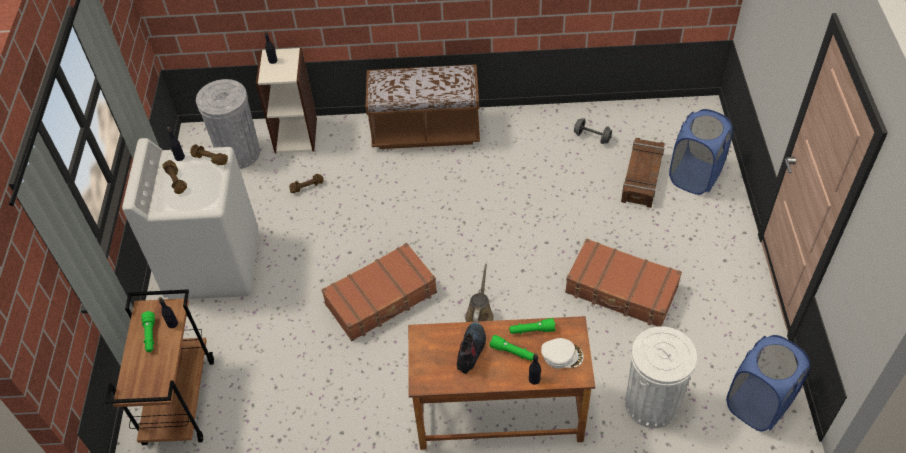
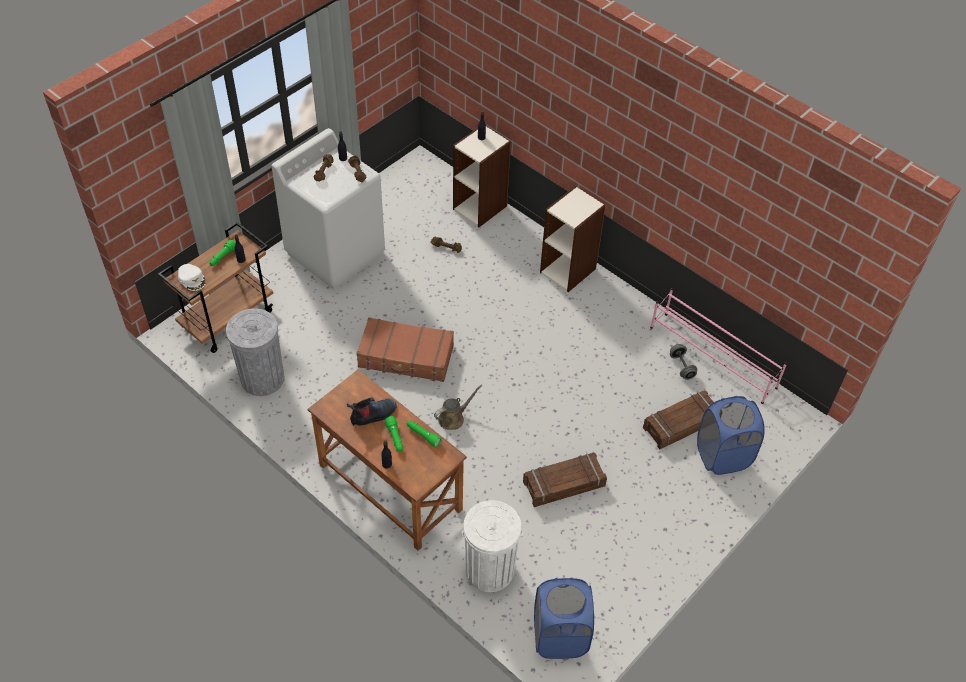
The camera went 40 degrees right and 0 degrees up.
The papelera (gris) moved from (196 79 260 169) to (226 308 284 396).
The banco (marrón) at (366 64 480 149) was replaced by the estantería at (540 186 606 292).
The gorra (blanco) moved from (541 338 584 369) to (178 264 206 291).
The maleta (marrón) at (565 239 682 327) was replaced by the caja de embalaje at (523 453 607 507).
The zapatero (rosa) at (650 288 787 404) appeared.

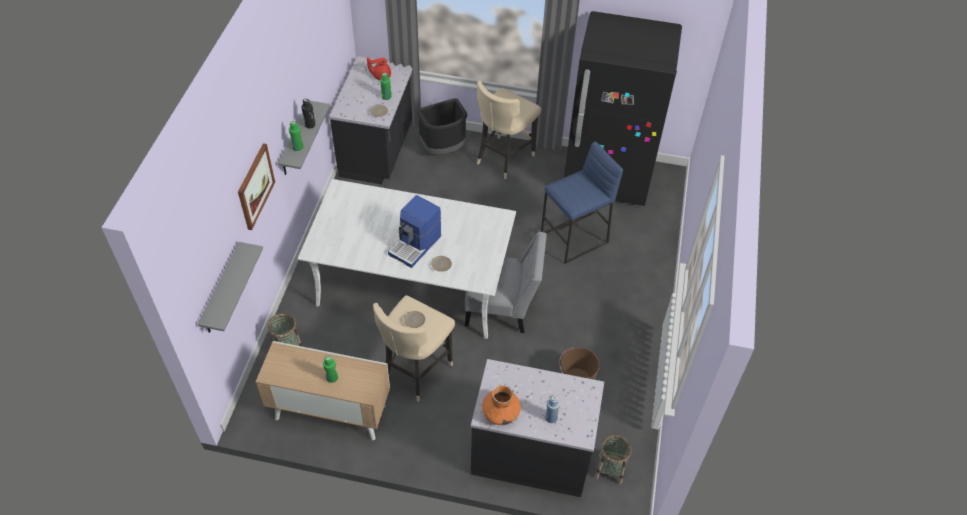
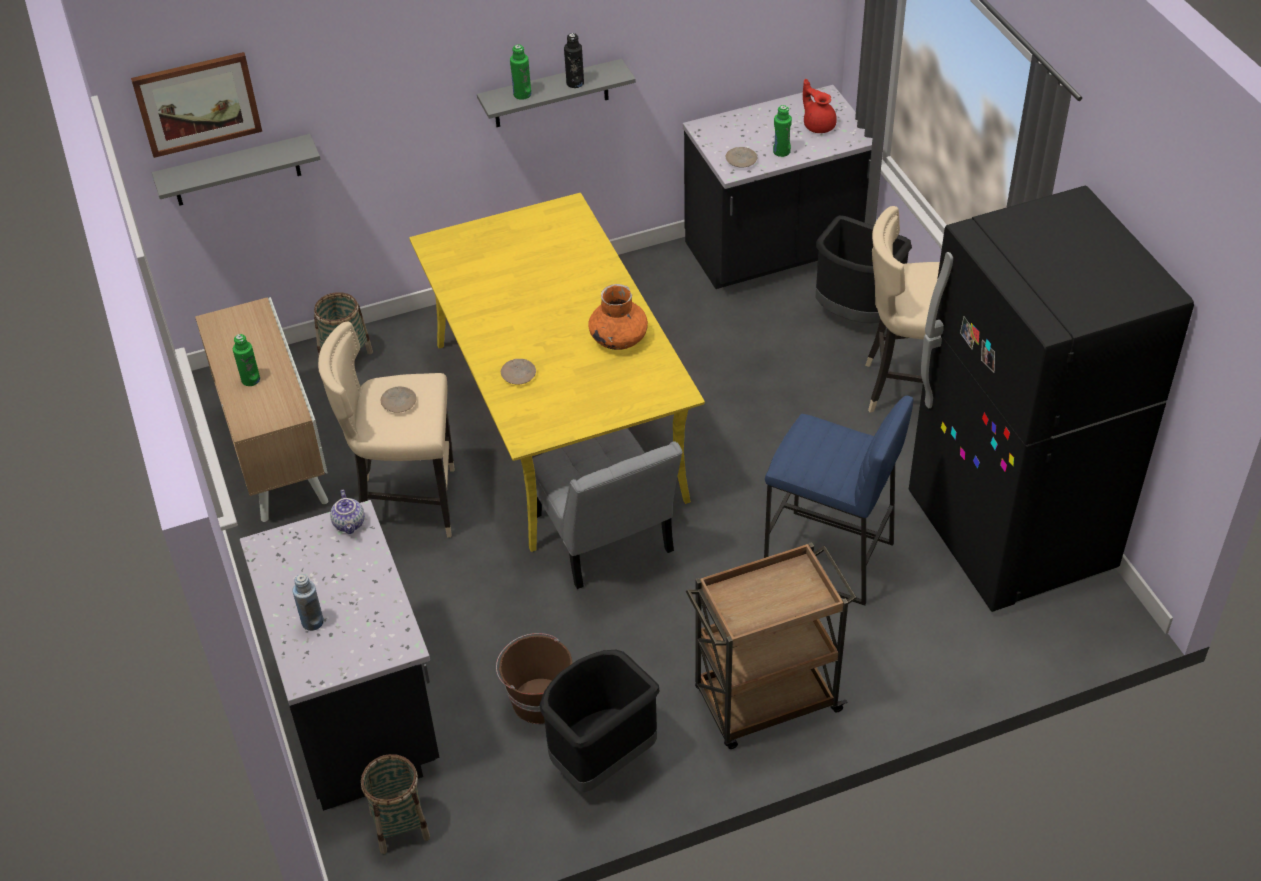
The camera went 60 degrees right and 5 degrees down.
The cuadro moved from (238 143 275 230) to (131 52 262 158).
The mesa de comedor (blanco) at (298 179 516 339) became the mesa de comedor (amarillo) at (409 193 705 552).
The cafetera at (388 195 441 268) disappeared.
The florero (naranja) moved from (482 385 521 425) to (588 284 648 350).
The tetera at (330 490 365 534) appeared.
The papelera (negro) at (539 650 660 792) appeared.
The carrito (marrón) at (686 542 857 749) appeared.

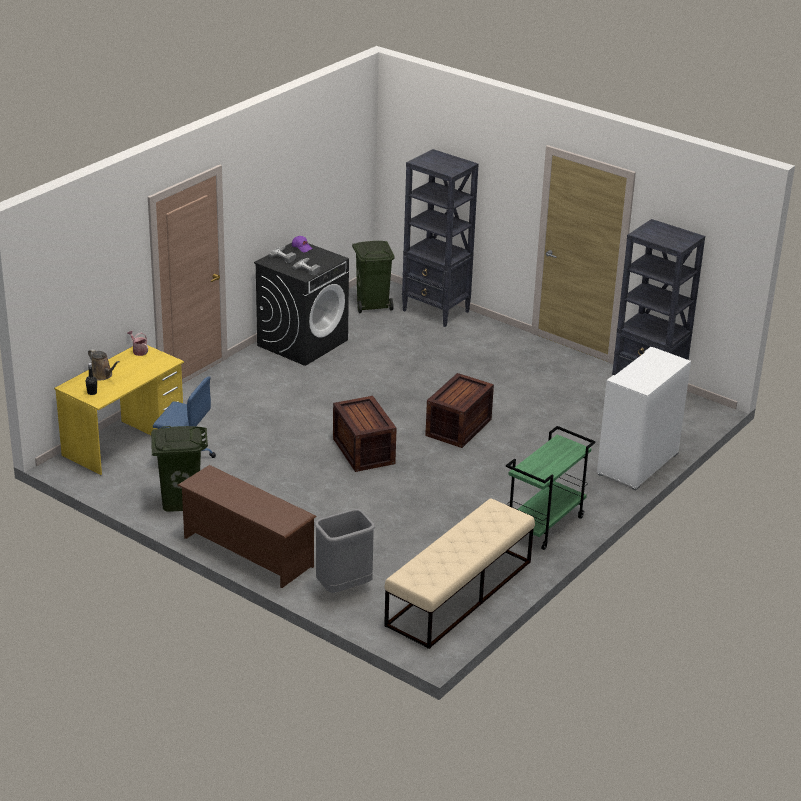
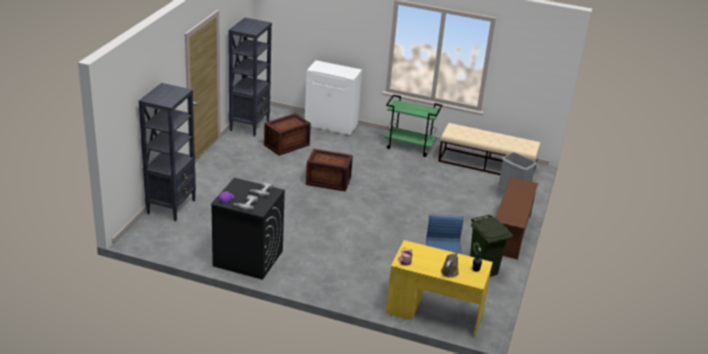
The camera went 110 degrees left and 0 degrees up.
The caja de embalaje moved from (333 396 397 472) to (264 113 311 156).
The papelera (verde) at (352 241 394 313) disappeared.

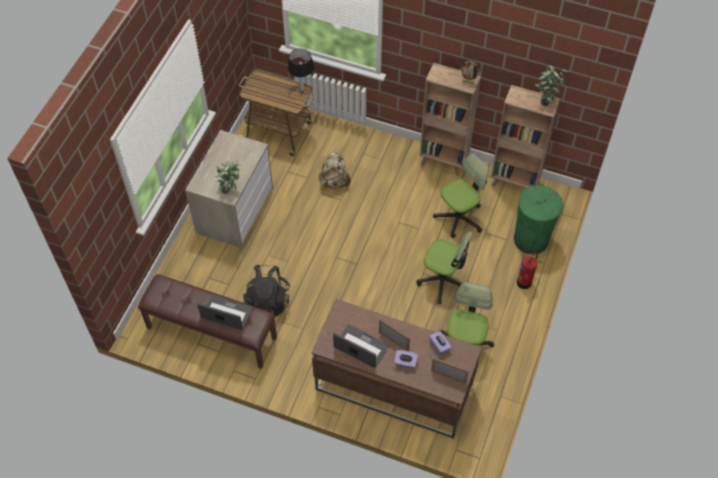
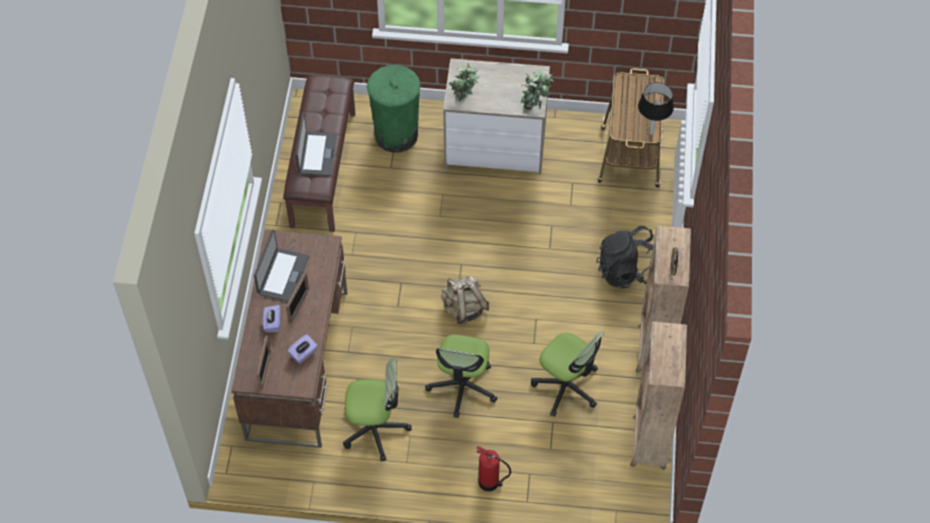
The camera went 75 degrees right and 0 degrees up.
The mochila (negro) moved from (243 264 290 316) to (596 226 655 289).
The mochila (beis) moved from (319 152 351 189) to (441 276 489 324).
The papelera (verde) moved from (514 185 563 254) to (367 65 421 153).
The planta en maceta moved from (535 65 568 106) to (520 71 554 109).

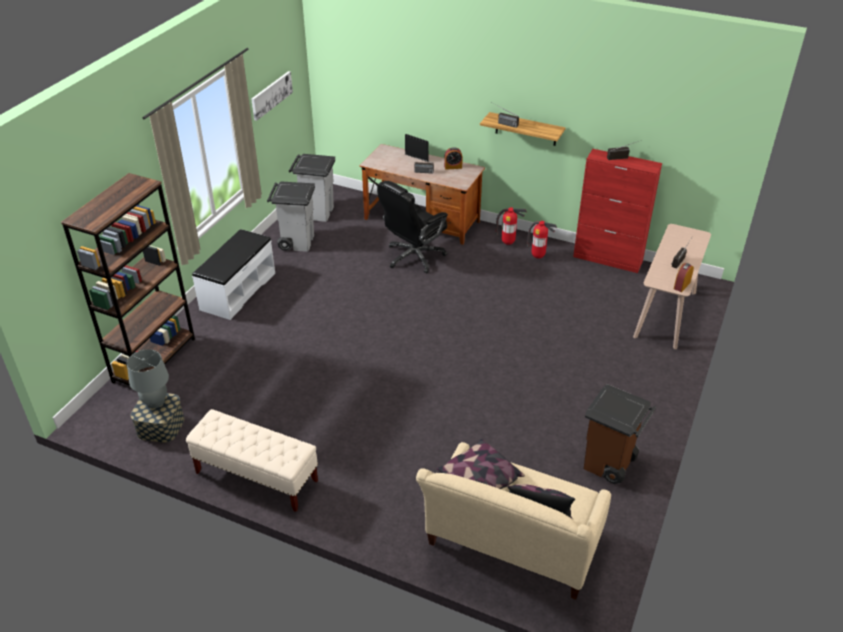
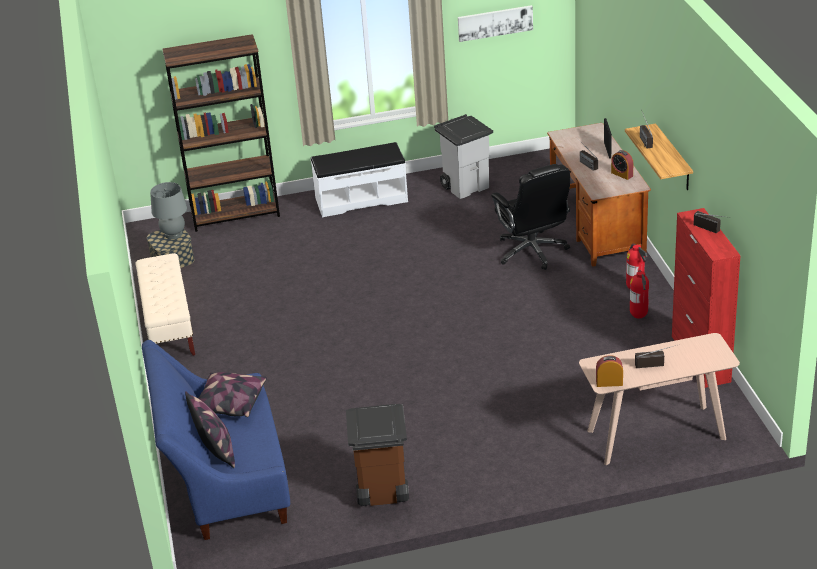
The camera went 55 degrees right and 5 degrees down.
The papelera (gris) at (289 154 335 222) disappeared.
The silla de oficina (negro) at (377 181 448 273) turned 120 degrees counterclockwise.
The sofá (beis) at (416 442 611 600) became the sofá (azul) at (142 340 290 540).

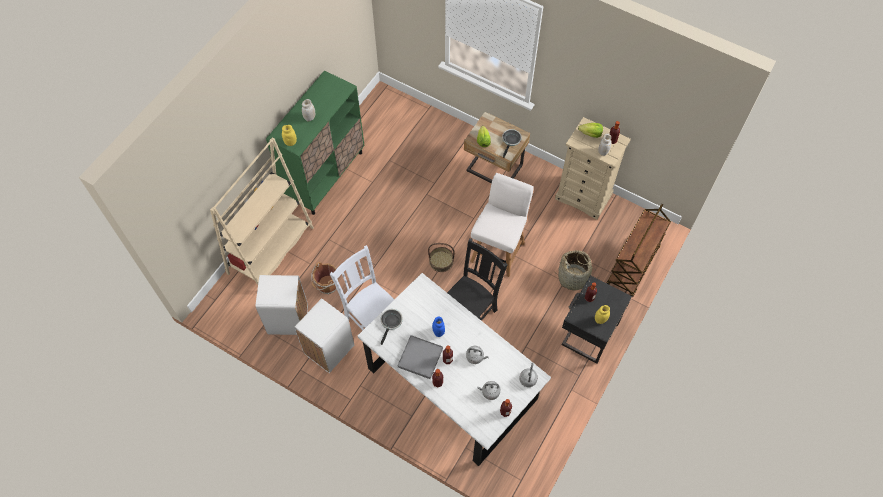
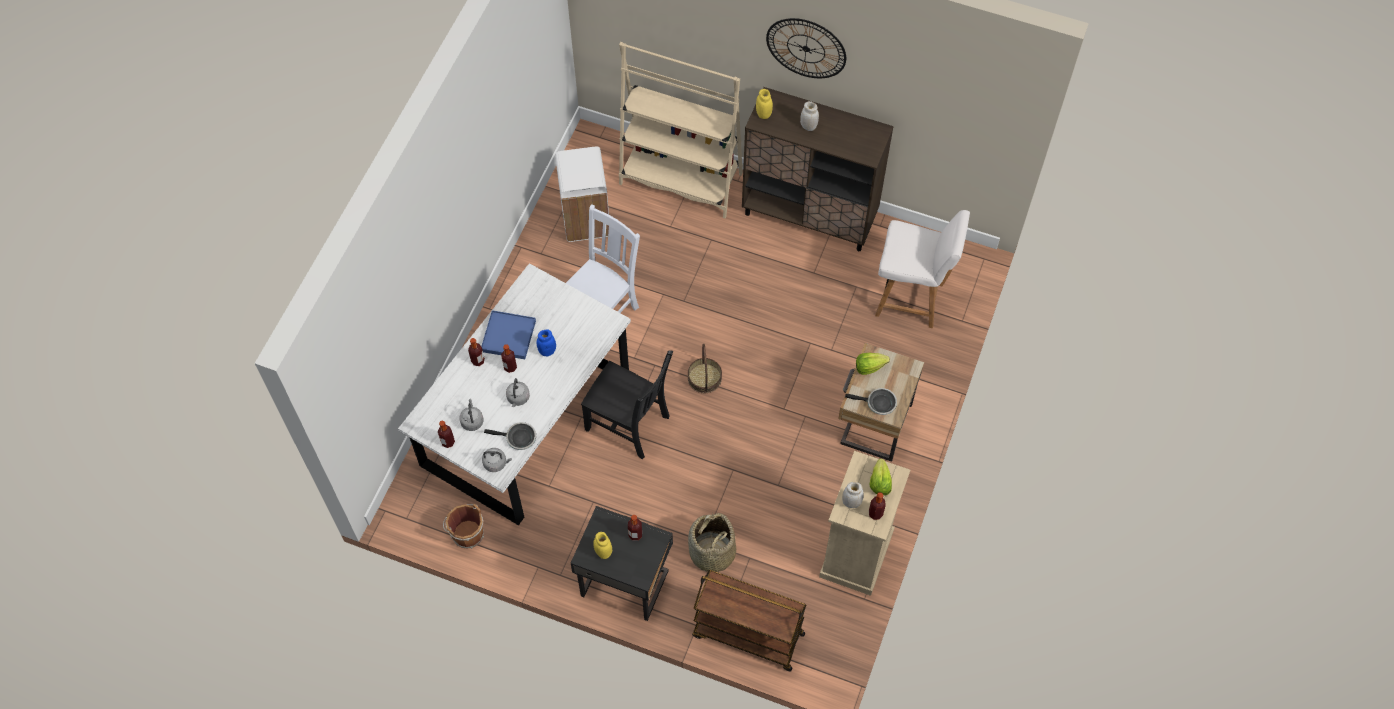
The camera went 80 degrees right and 0 degrees up.
The armario (verde) at (266 70 365 215) became the armario (marrón) at (742 87 894 251).
The papelera (blanco) at (294 298 354 373) disappeared.
The cubo (marrón) moved from (311 262 338 295) to (443 504 484 549).
The sartén moved from (381 309 403 345) to (484 422 536 450).
The bandeja (gris) at (397 335 443 379) became the bandeja (azul) at (481 310 536 359).
The silla (blanco) moved from (470 173 534 277) to (875 210 970 328).
The reloj de pared at (766 18 846 78) appeared.

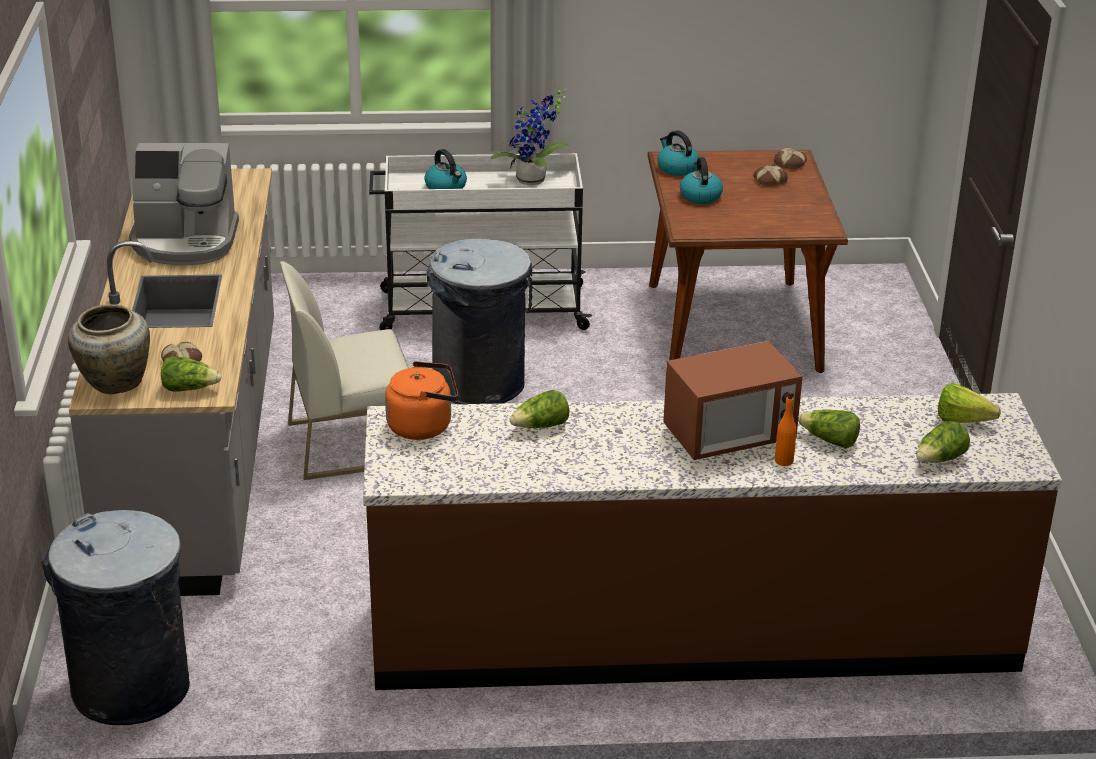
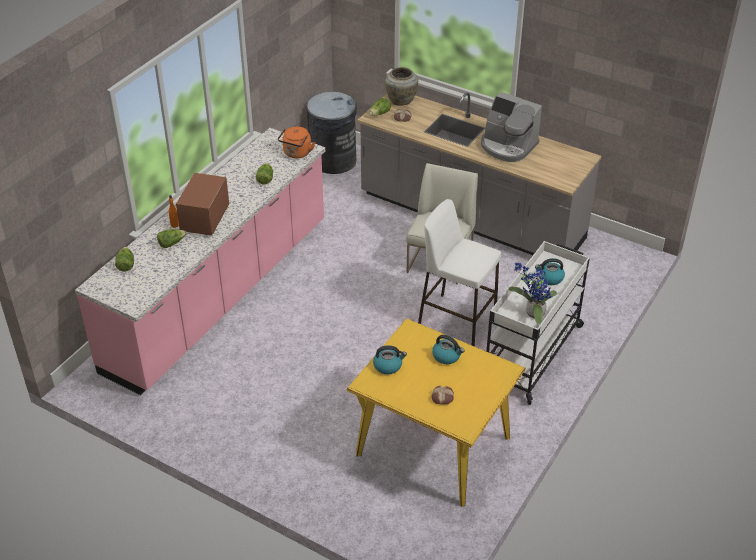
The camera went 125 degrees right and 10 degrees up.
The cafetera at (129 143 239 265) turned 90 degrees counterclockwise.
The mueble bajo de cocina (marrón) at (363 393 1062 690) became the mueble bajo de cocina (rosa) at (75 128 325 395).
The papelera (gris) at (426 239 533 404) was replaced by the taburete (blanco) at (418 199 501 346).
The mesa de comedor (marrón) at (648 150 848 373) became the mesa de comedor (amarillo) at (347 318 526 507).
The hervidor moved from (657 130 699 176) to (373 345 407 375).
The pan at (774 147 807 169) disappeared.
The lechuga at (938 383 1001 423) disappeared.

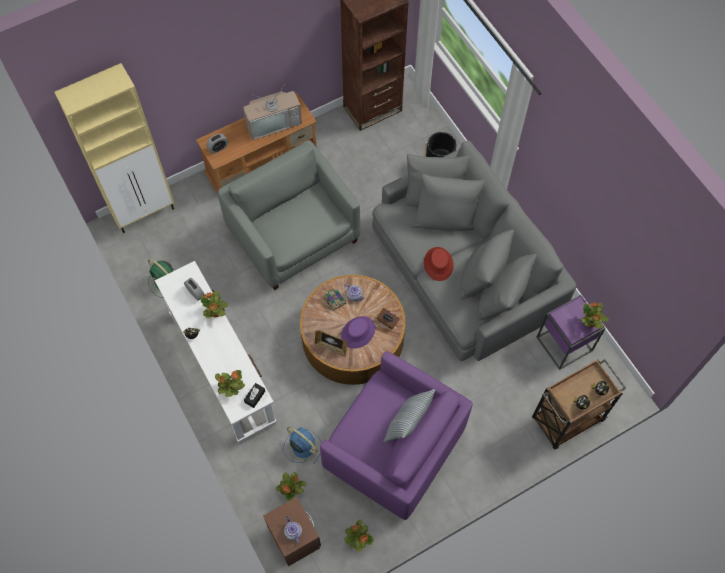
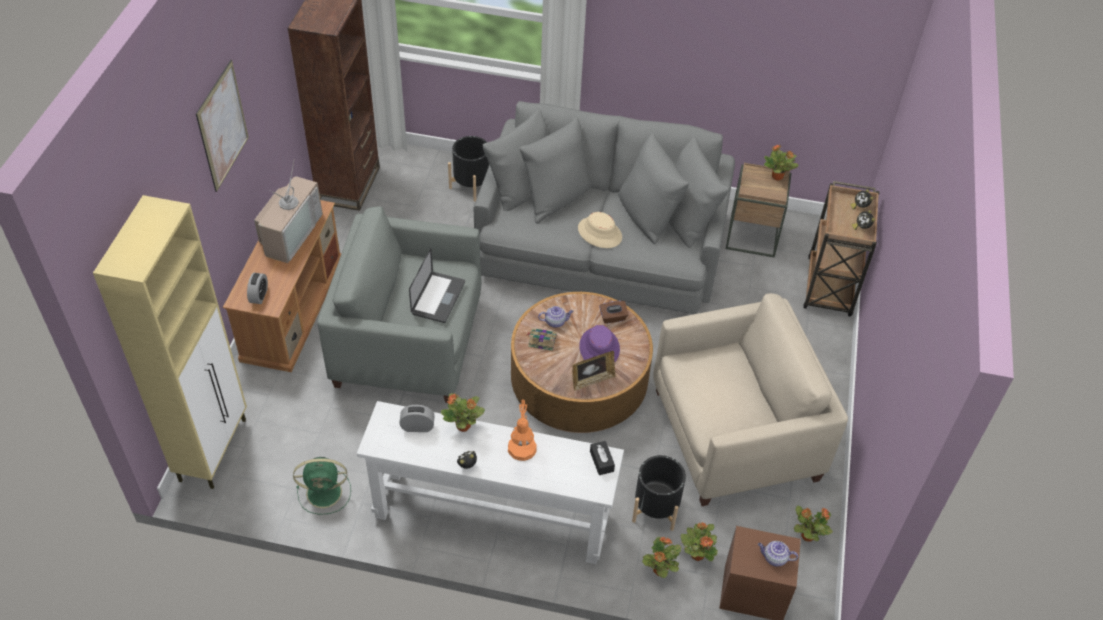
The camera went 50 degrees left and 15 degrees down.
The planta en maceta moved from (215 370 245 397) to (642 537 681 578).
The ventilador (azul) at (283 426 321 464) was replaced by the maceta (negro) at (632 455 686 531).
The sillón (morado) at (320 352 473 520) became the sillón (beis) at (653 293 848 506).
The cojín at (383 389 435 443) disappeared.
The sombrero (rojo) at (424 247 454 281) became the sombrero (beis) at (578 212 622 248).
The mesa auxiliar (morado) at (537 295 606 370) became the mesa auxiliar (marrón) at (726 163 792 258).
The cuadro at (196 60 249 192) appeared.
The portátil at (409 248 465 323) appeared.
The lámpara de mesa (naranja) at (508 399 537 461) appeared.

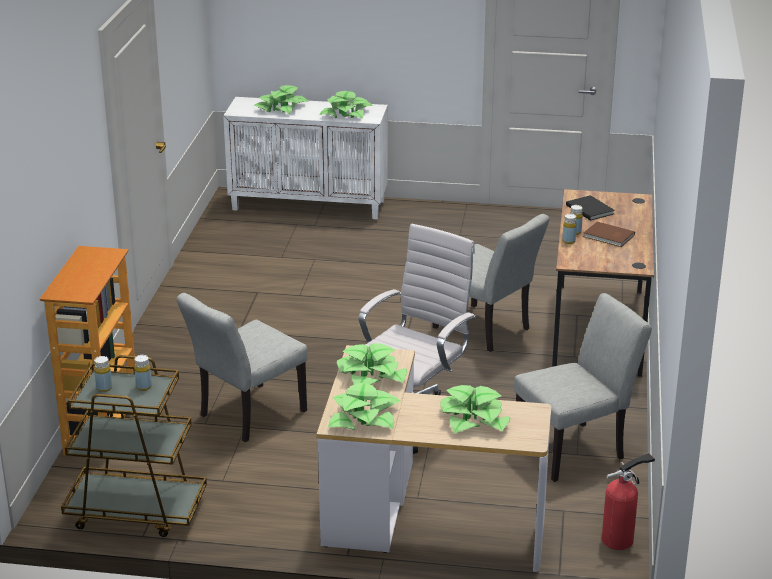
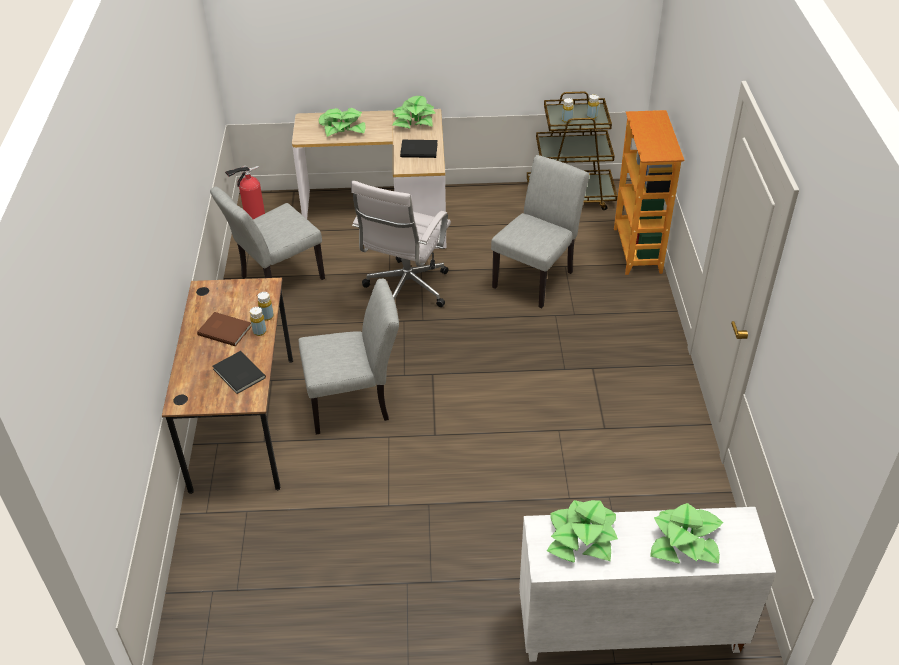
The camera went 170 degrees right and 15 degrees up.
The planta en maceta at (337 343 407 385) was replaced by the libro (negro) at (400 140 438 158).
The silla (gris) at (433 214 549 352) turned 135 degrees clockwise.

